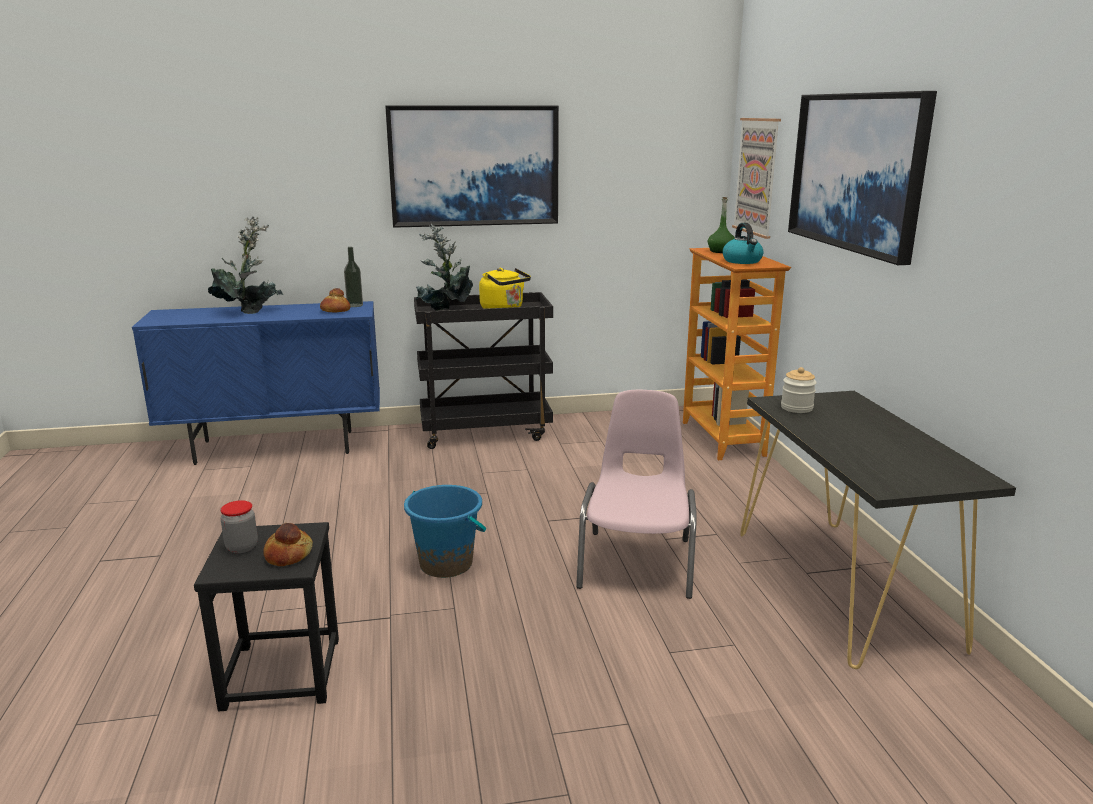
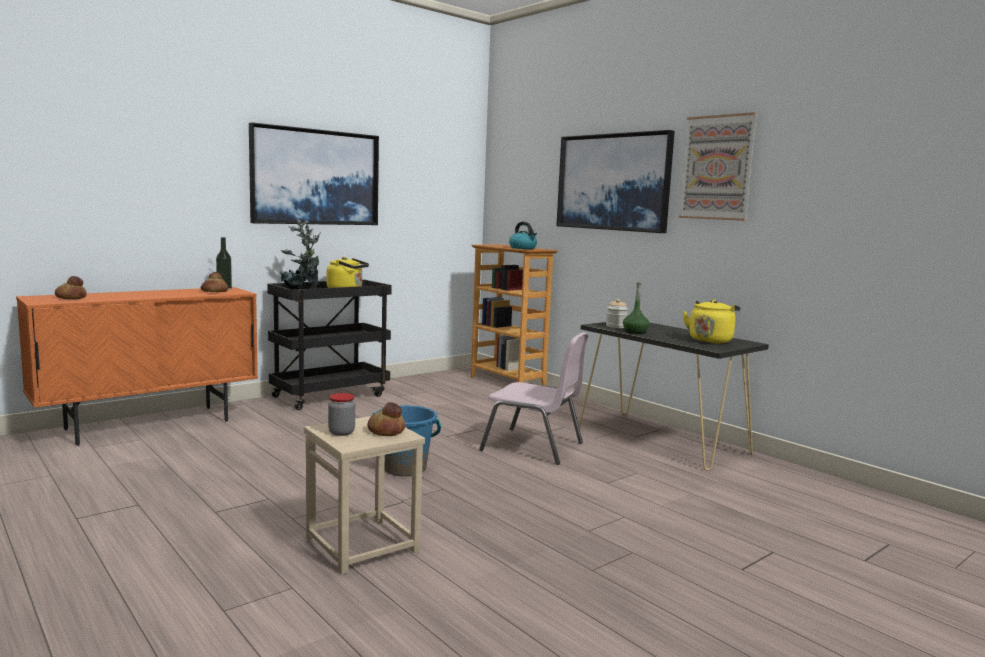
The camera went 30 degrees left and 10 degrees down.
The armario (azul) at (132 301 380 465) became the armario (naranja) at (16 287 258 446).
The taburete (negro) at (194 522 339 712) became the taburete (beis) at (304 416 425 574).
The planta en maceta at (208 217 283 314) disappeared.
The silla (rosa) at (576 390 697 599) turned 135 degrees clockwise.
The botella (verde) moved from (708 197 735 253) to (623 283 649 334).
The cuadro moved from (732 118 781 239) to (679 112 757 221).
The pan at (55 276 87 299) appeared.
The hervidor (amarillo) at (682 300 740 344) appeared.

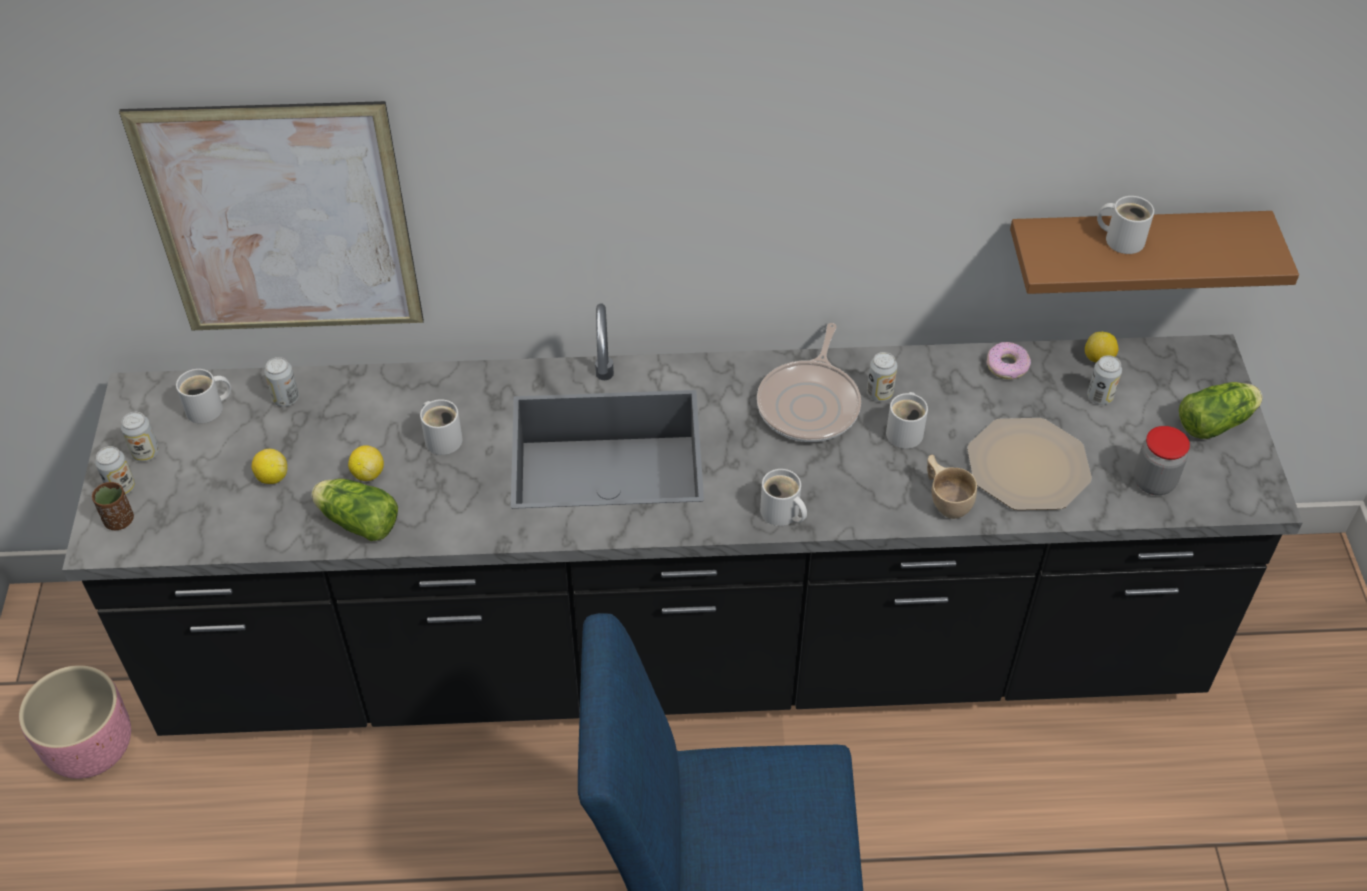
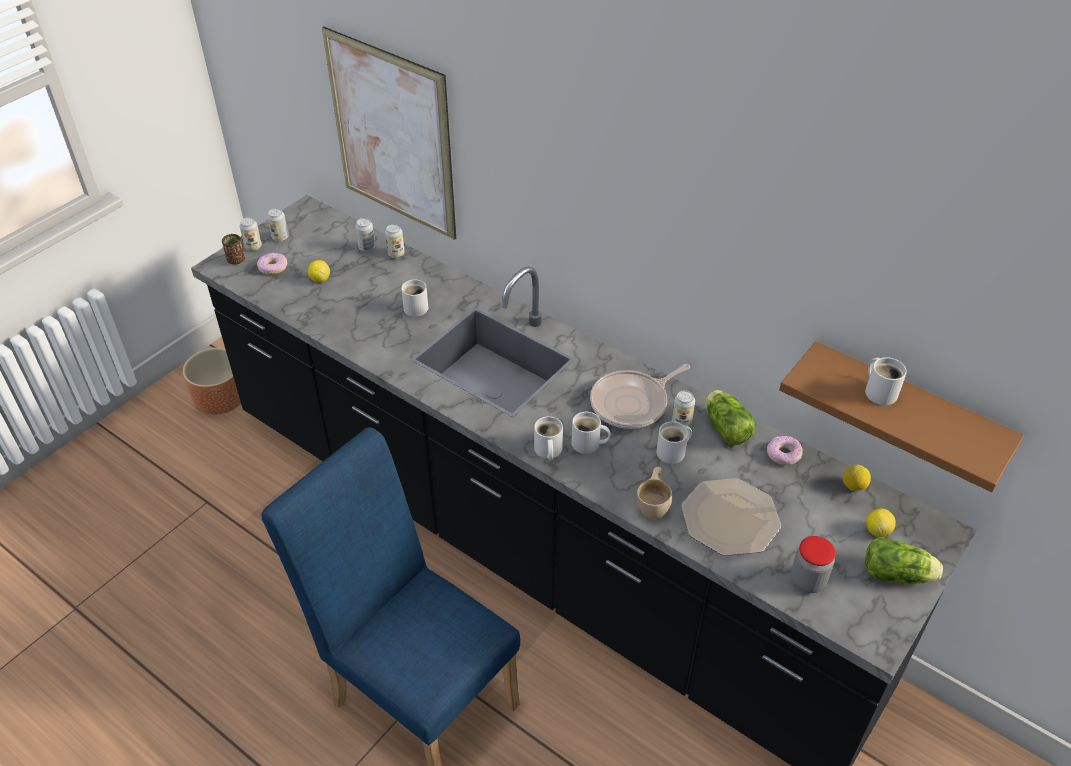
The camera went 40 degrees right and 5 degrees down.
The maceta (rosa) at (19 665 131 779) became the maceta (marrón) at (183 347 241 414).
The taza grande (blanco) moved from (176 369 231 424) to (571 412 611 454).
The lechuga moved from (311 479 398 541) to (706 390 756 445).
The limón moved from (348 445 384 481) to (866 508 896 537).
The lata moved from (1087 355 1122 405) to (385 224 405 258).
The rosquilla at (257 253 287 275) appeared.

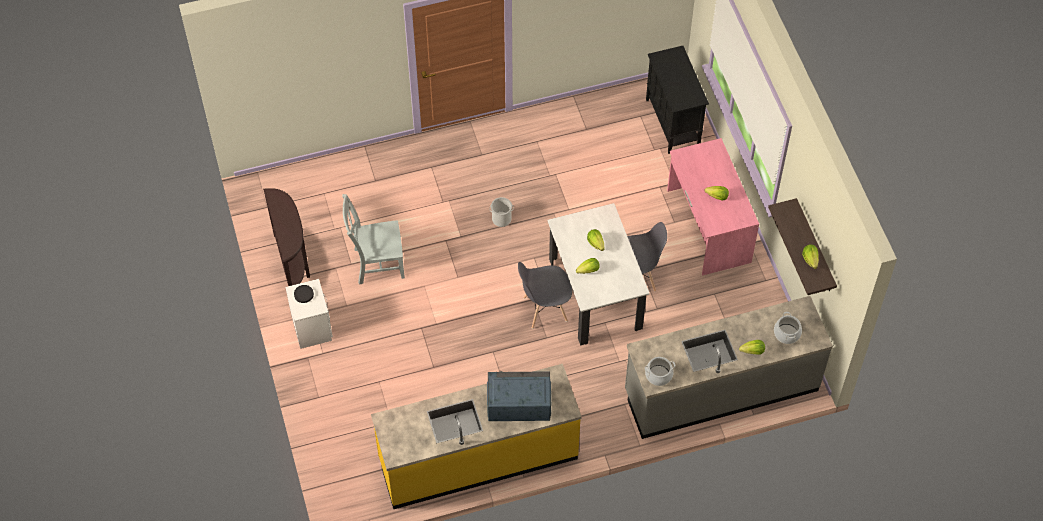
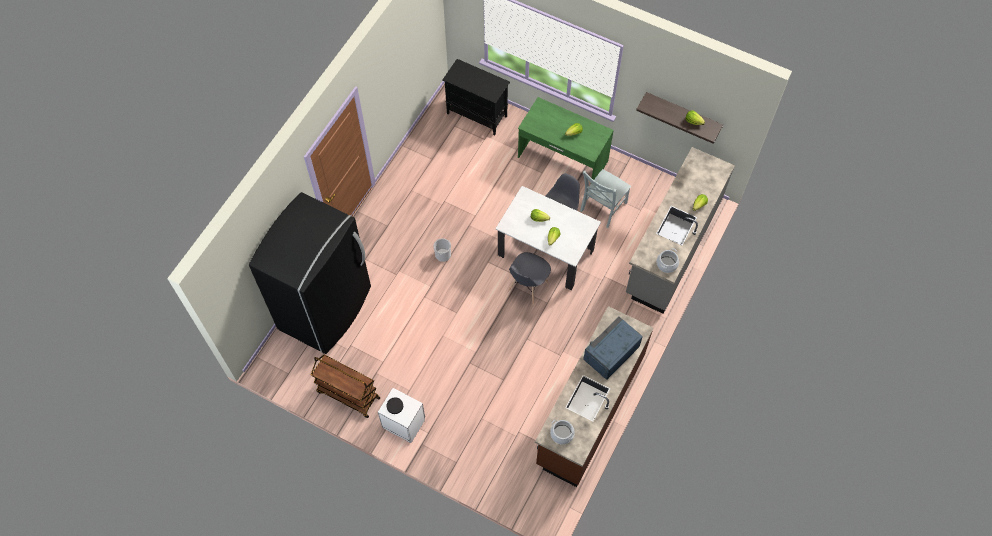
The camera went 45 degrees left and 5 degrees up.
The mesa consola (marrón) at (263 188 310 286) was replaced by the carrito (marrón) at (311 355 380 418).
The silla (gris) moved from (342 194 405 285) to (580 169 631 228).
The mueble bajo de cocina (amarillo) at (371 364 582 509) became the mueble bajo de cocina (marrón) at (535 306 654 487).
The escritorio (rosa) at (667 138 759 276) became the escritorio (verde) at (518 97 614 180).
The olla moved from (774 312 802 344) to (550 420 575 444).
The nevera (negro) at (249 192 371 354) appeared.

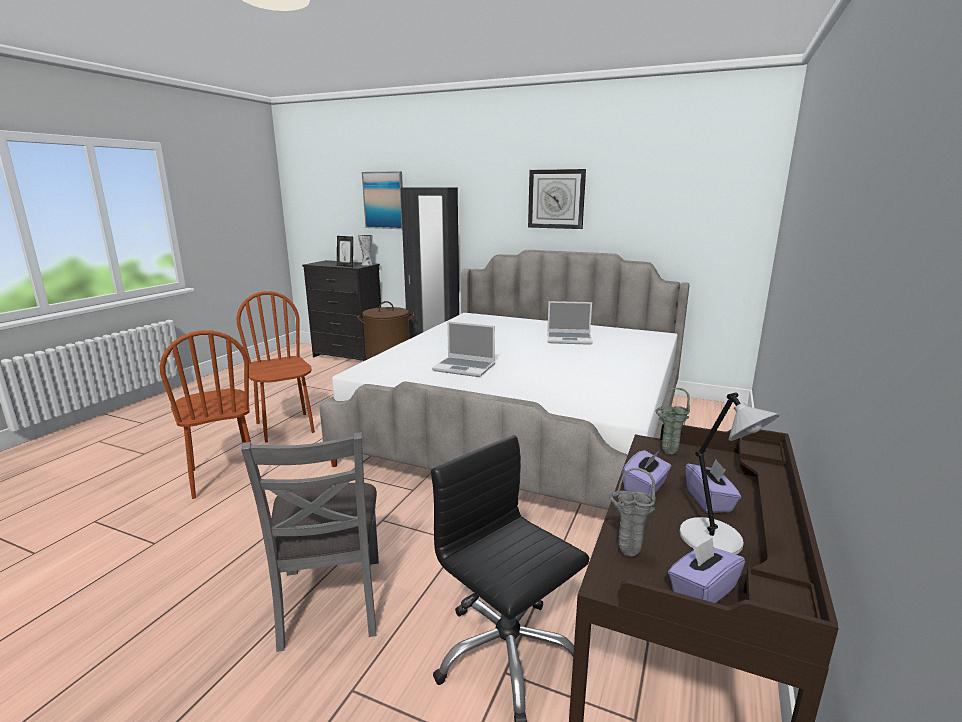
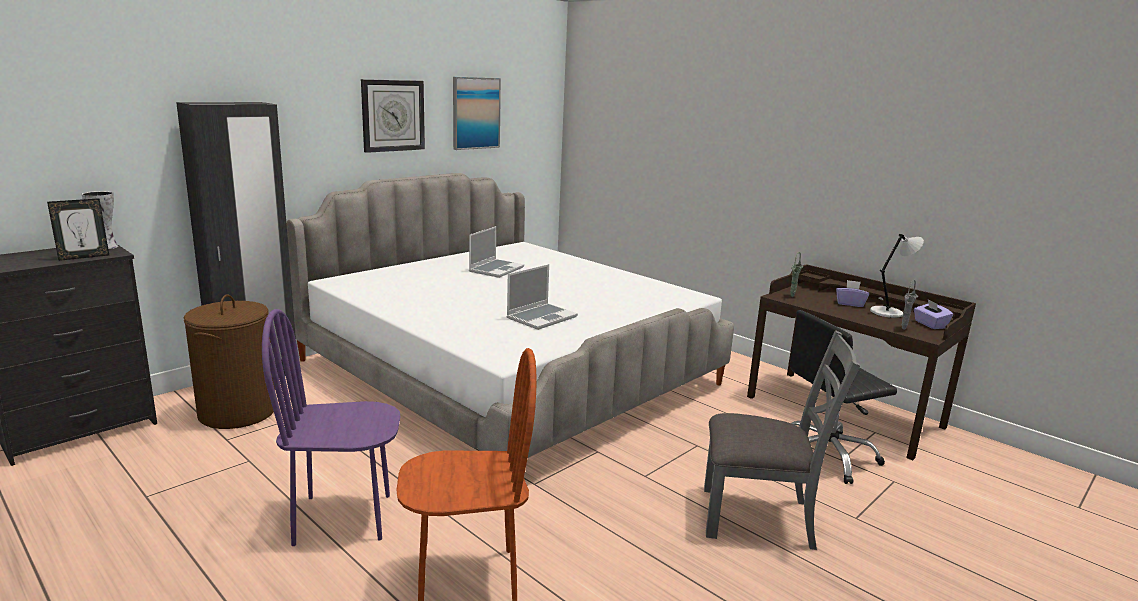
The camera went 70 degrees left and 0 degrees up.
The silla (marrón) at (237 291 315 443) became the silla (morado) at (262 309 401 546).
The cuadro moved from (362 171 403 229) to (453 77 501 150).
The caja de pañuelos (morado) at (622 450 671 496) disappeared.

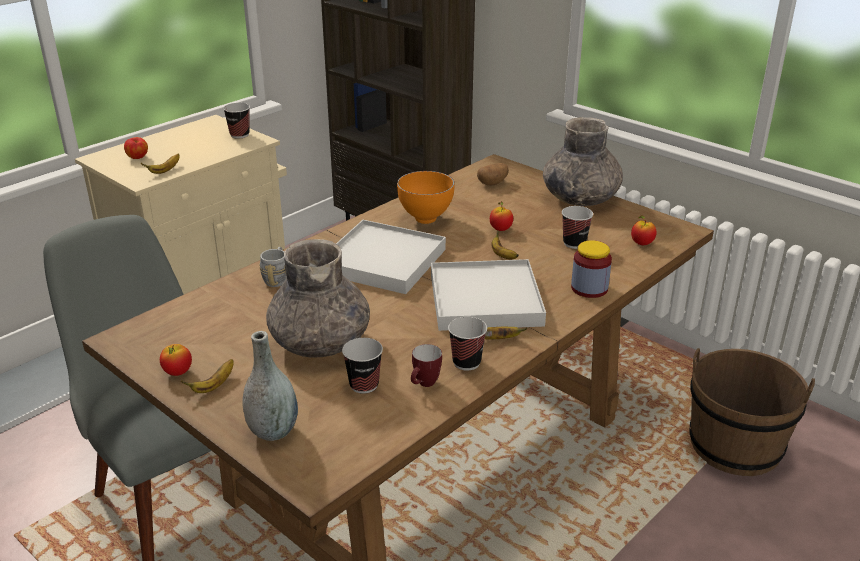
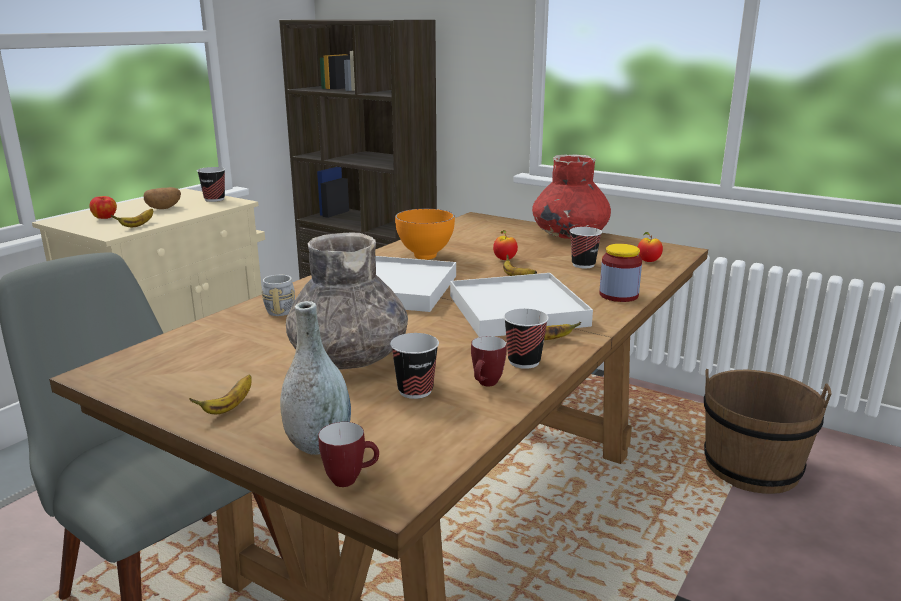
The camera went 10 degrees left and 10 degrees down.
The manzana at (160 344 192 376) disappeared.
The patata moved from (477 163 509 185) to (144 187 181 209).
The florero (gris) at (543 117 623 206) became the florero (rojo) at (532 154 611 239).
The taza grande at (318 422 379 487) appeared.

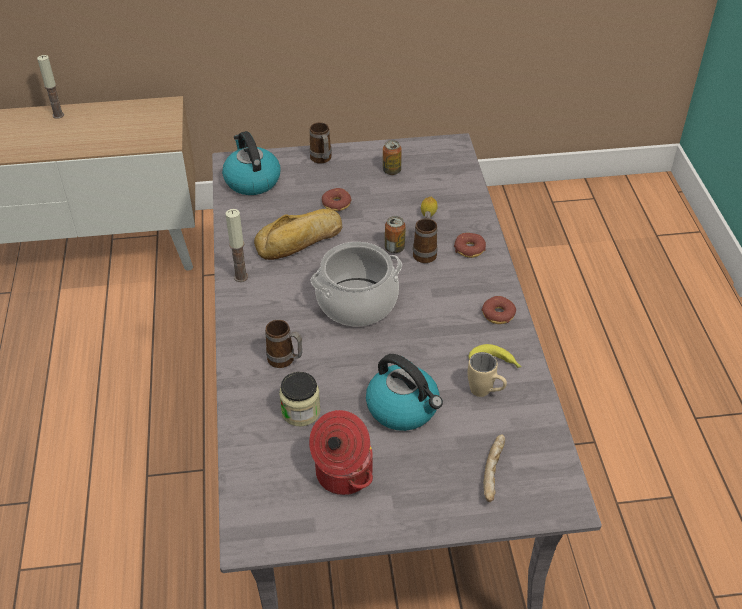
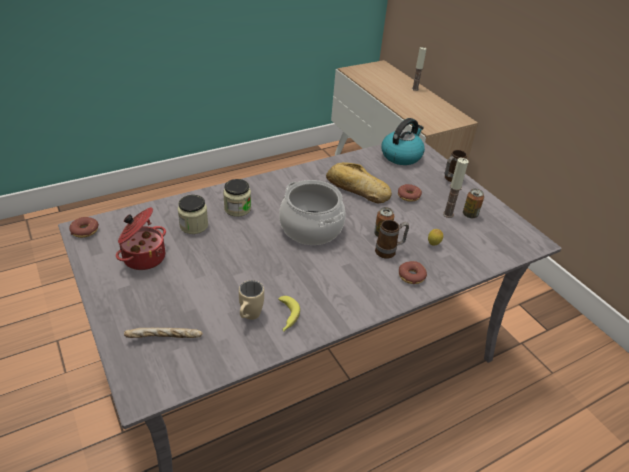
The camera went 65 degrees right and 5 degrees down.
The vela moved from (226 209 248 282) to (443 158 469 218).
The taza grande at (265 320 302 368) was replaced by the tarro at (223 179 251 217).
The hervidor at (366 354 443 431) disappeared.
The rosquilla moved from (482 296 516 324) to (69 217 99 238).

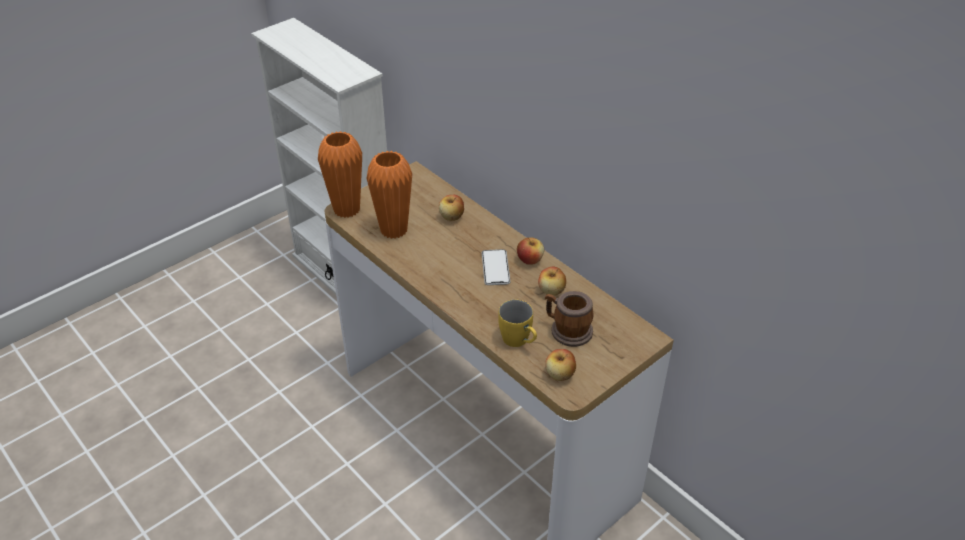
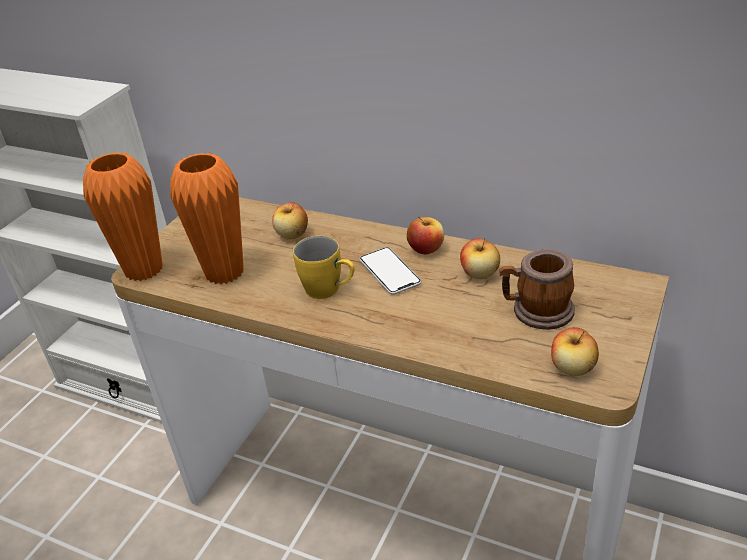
The camera went 20 degrees left and 5 degrees down.
The taza grande (amarillo) moved from (498 300 537 347) to (293 236 354 299).

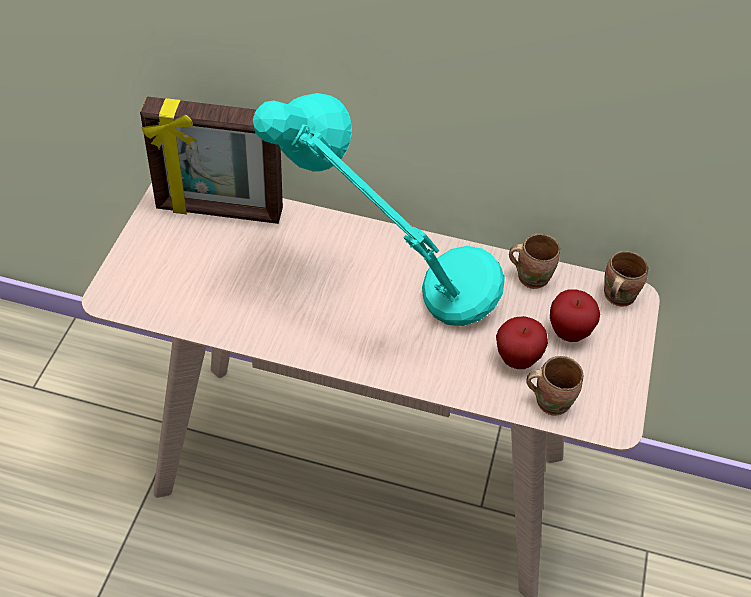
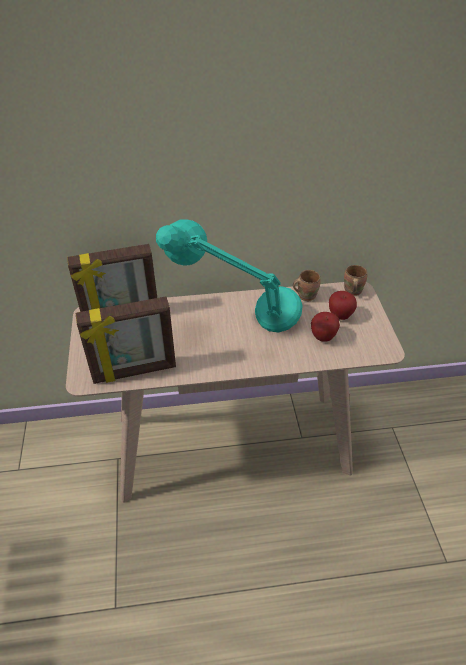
The camera went 20 degrees left and 5 degrees down.
The taza grande (marrón) at (526 356 583 416) disappeared.
The portarretratos at (76 297 176 384) appeared.

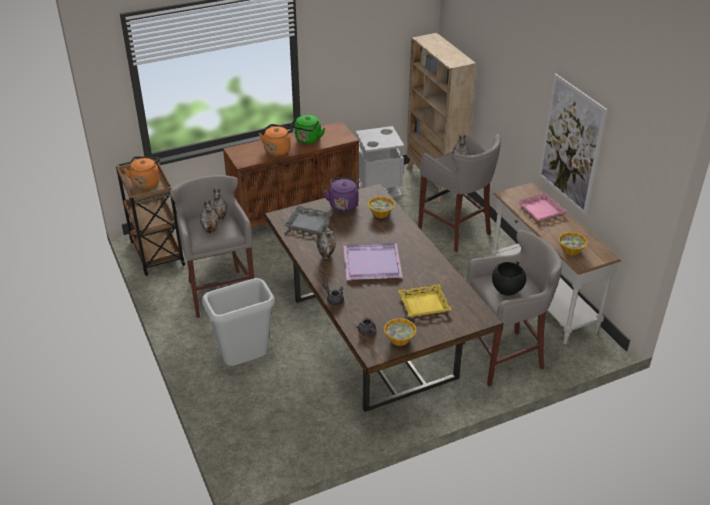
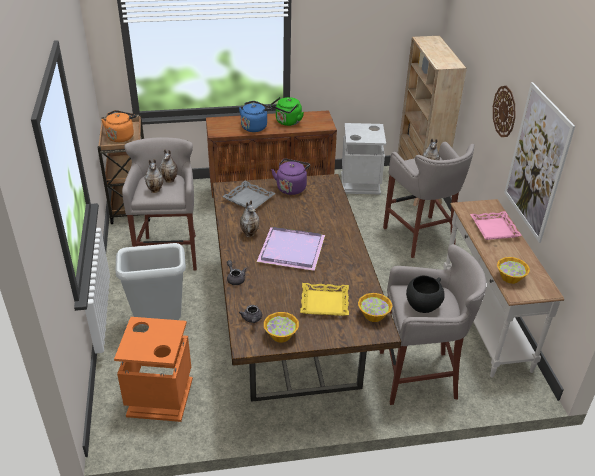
The camera went 15 degrees right and 0 degrees up.
The hervidor (naranja) at (259 124 294 156) became the hervidor (azul) at (239 101 272 132).
The cuenco moved from (368 197 395 218) to (358 293 392 322).
The papelera (naranja) at (114 317 193 422) appeared.
The reloj de pared at (493 86 515 137) appeared.

